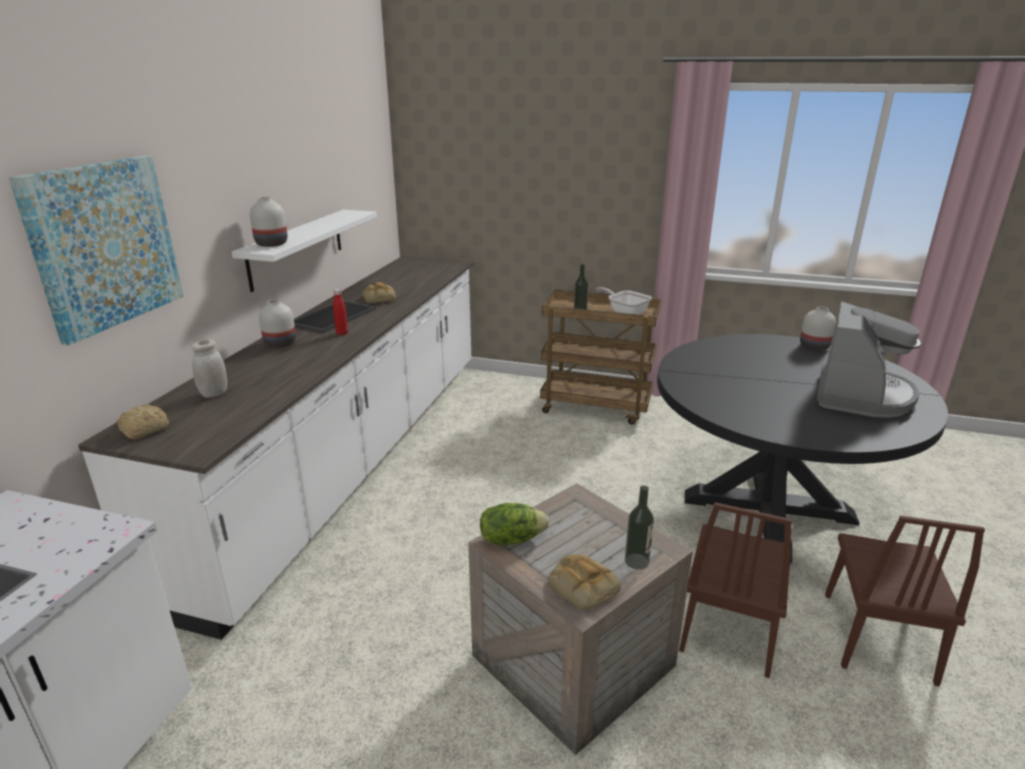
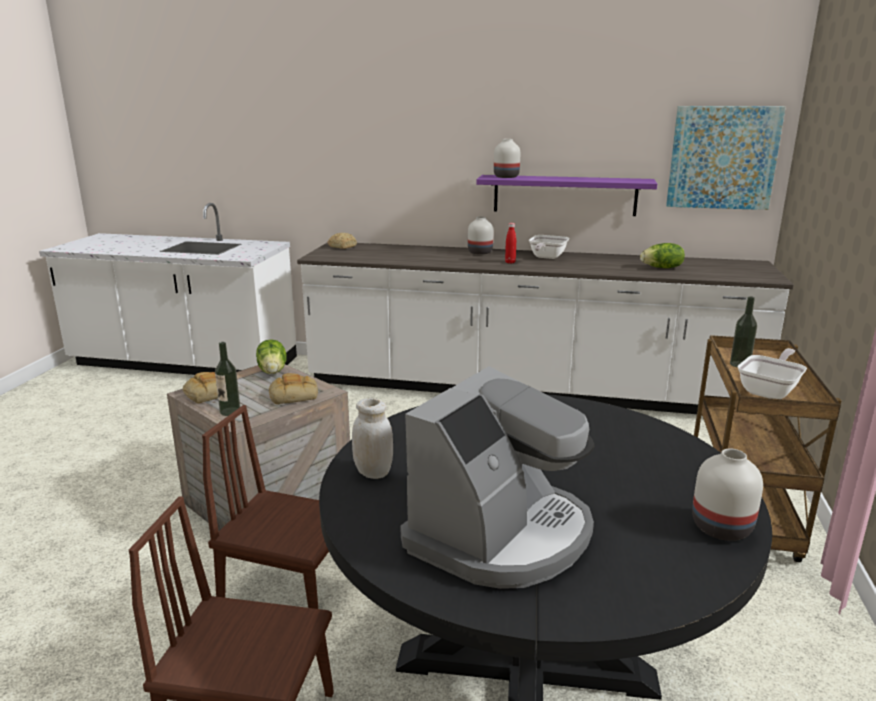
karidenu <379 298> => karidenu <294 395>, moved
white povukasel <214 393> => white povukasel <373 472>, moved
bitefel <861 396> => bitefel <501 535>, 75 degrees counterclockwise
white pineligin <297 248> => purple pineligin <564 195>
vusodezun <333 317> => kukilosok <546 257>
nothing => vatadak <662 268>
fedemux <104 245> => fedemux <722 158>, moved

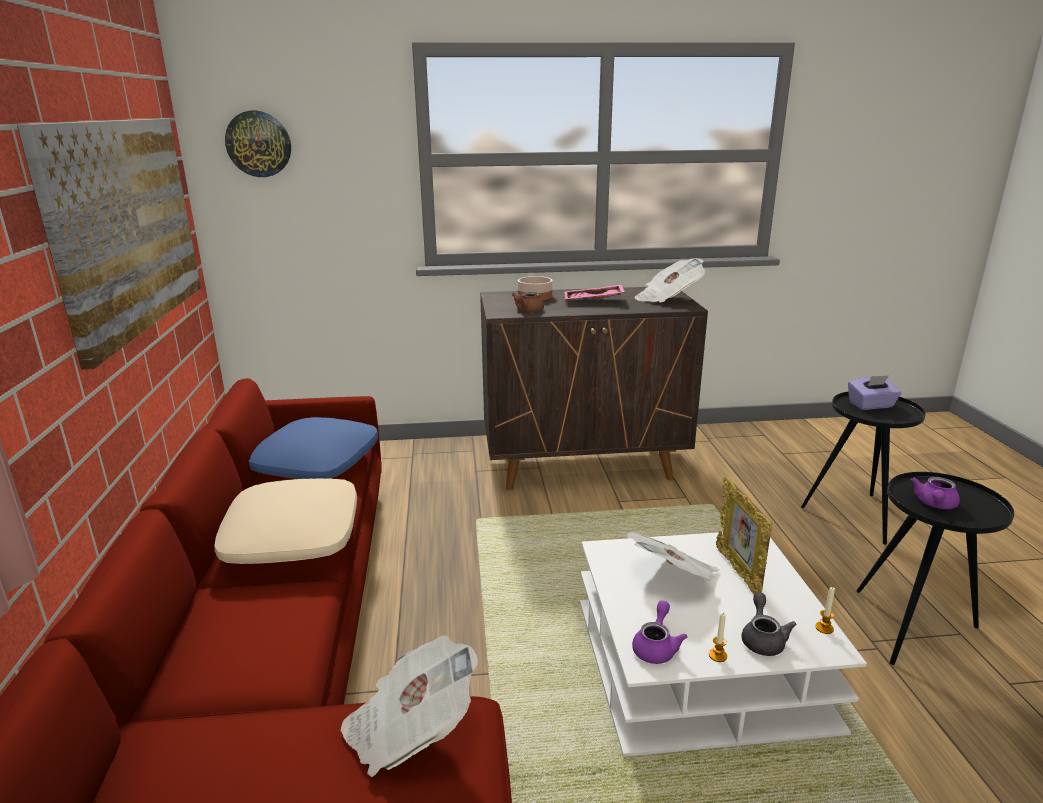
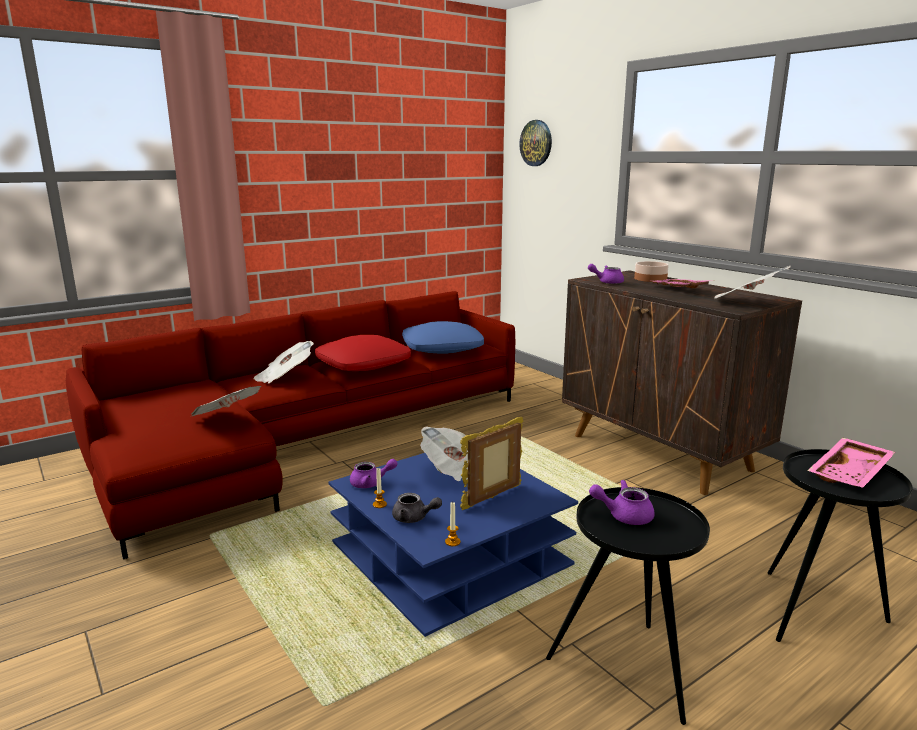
nothing => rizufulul <284 377>
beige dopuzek <292 535> => red dopuzek <363 364>
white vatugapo <698 663> => blue vatugapo <450 555>
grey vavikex <762 639> => grey vavikex <414 518>, 45 degrees clockwise
brown vavikex <527 311> => purple vavikex <607 282>
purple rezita <871 405> => pink vusodezun <851 473>
fedemux <125 226> => nothing

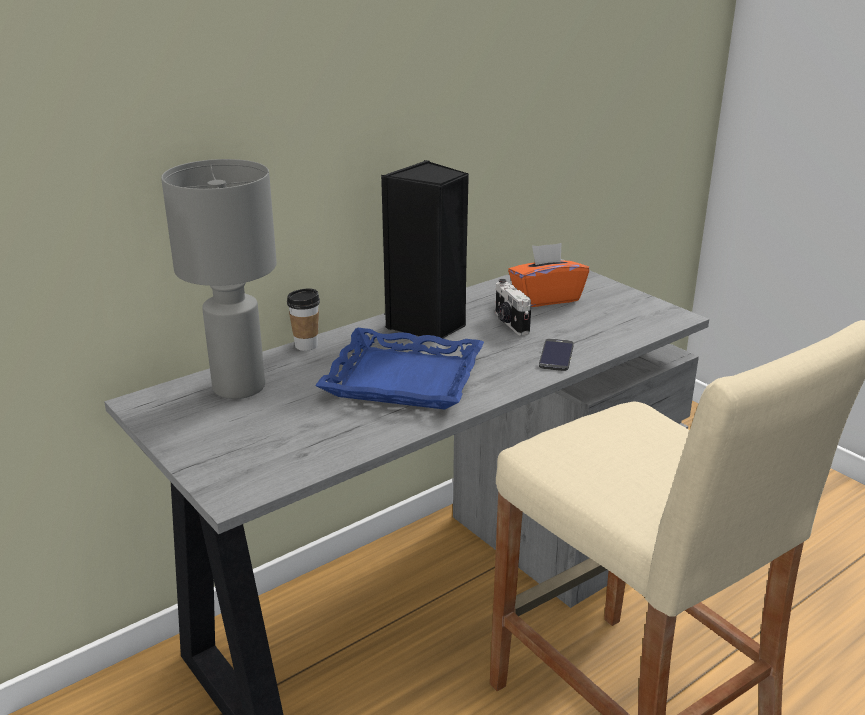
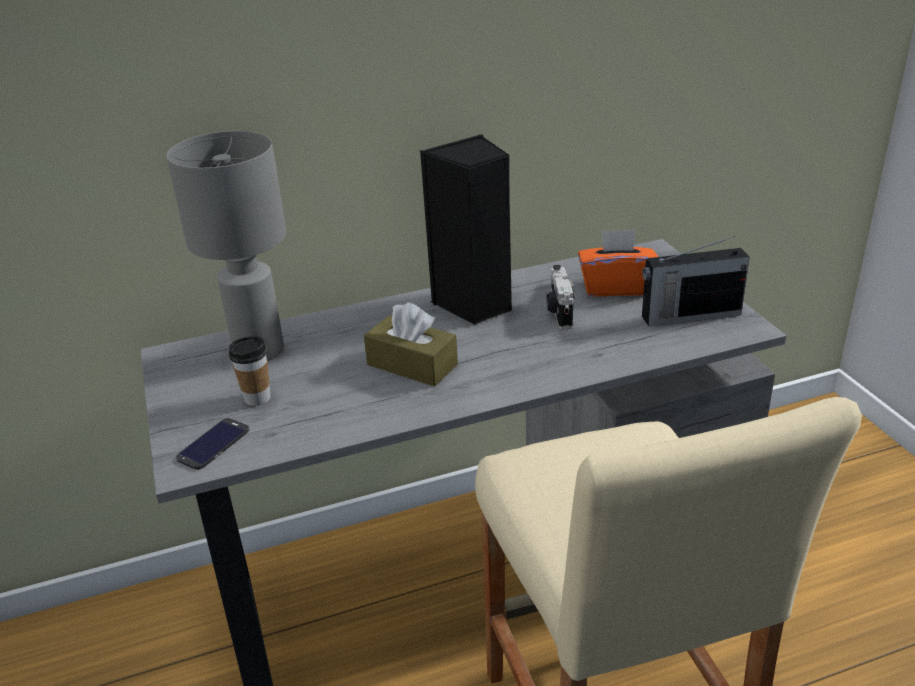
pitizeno <556 355> => pitizeno <213 444>, moved
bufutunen <306 345> => bufutunen <257 398>, moved
blue vusodezun <403 379> => brown rezita <412 365>
nothing => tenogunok <689 315>

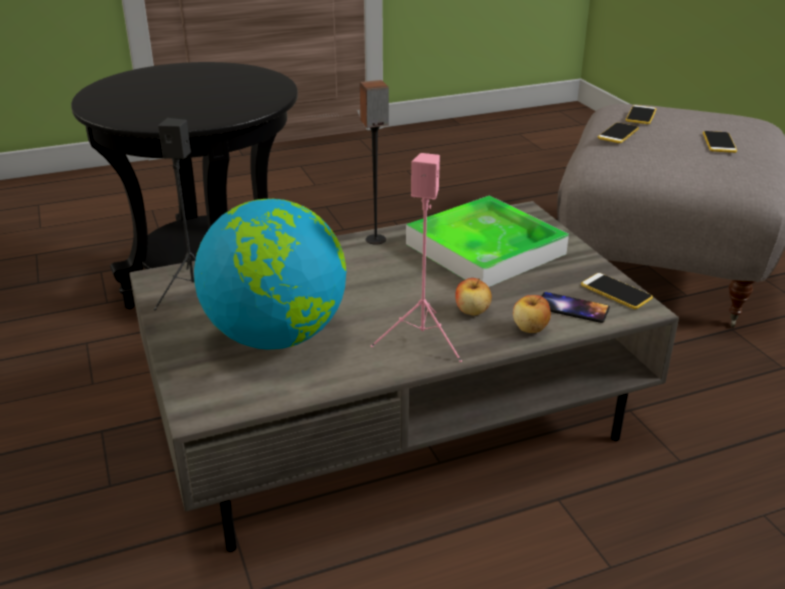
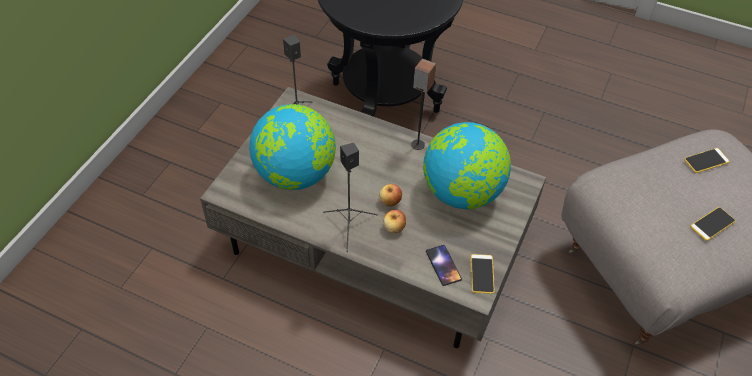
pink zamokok <423 339> => black zamokok <349 226>
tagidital <530 328> => tagidital <390 201>, moved
vusodezun <485 249> => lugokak <462 193>
pitizeno <618 133> => nothing

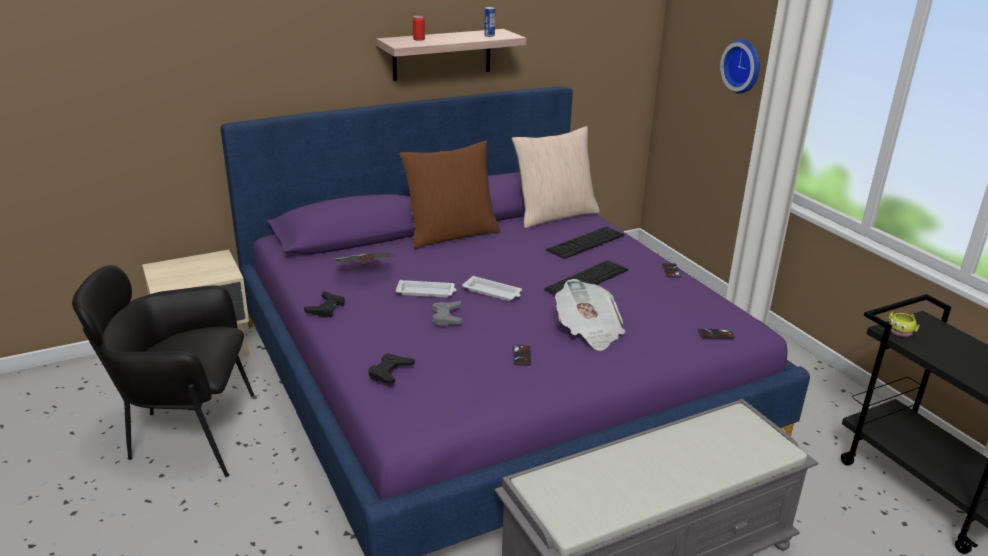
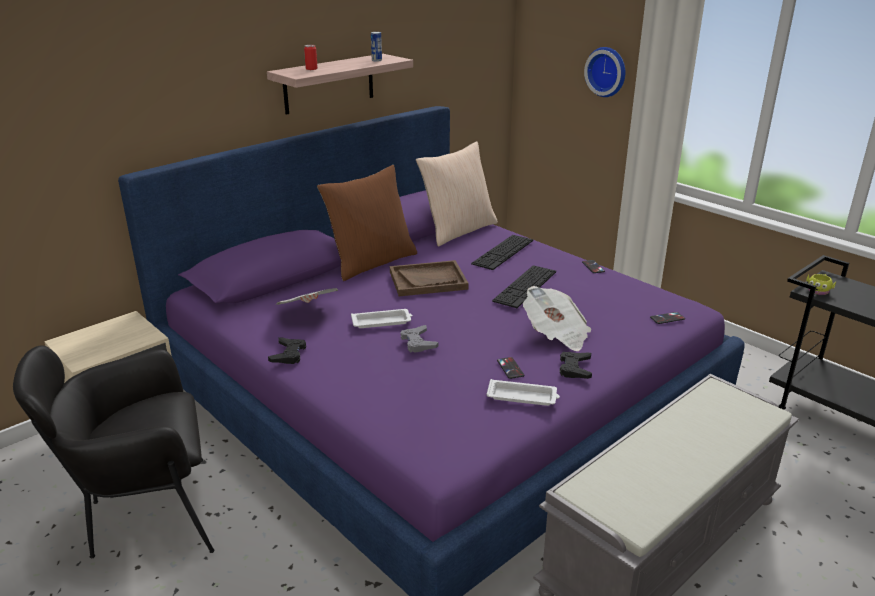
nothing => brown vusodezun <428 280>
white vusodezun <493 292> => white vusodezun <523 397>, moved
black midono <390 372> => black midono <575 368>, moved

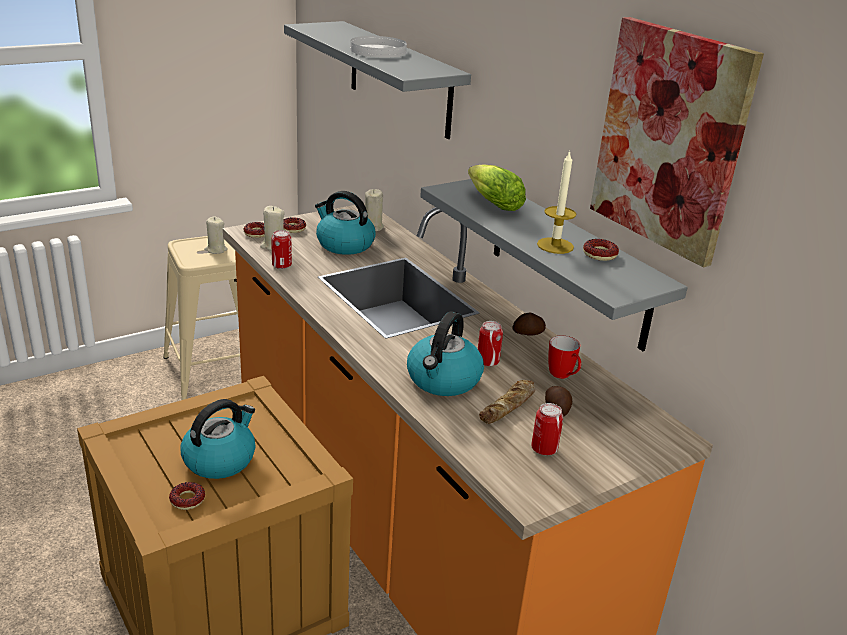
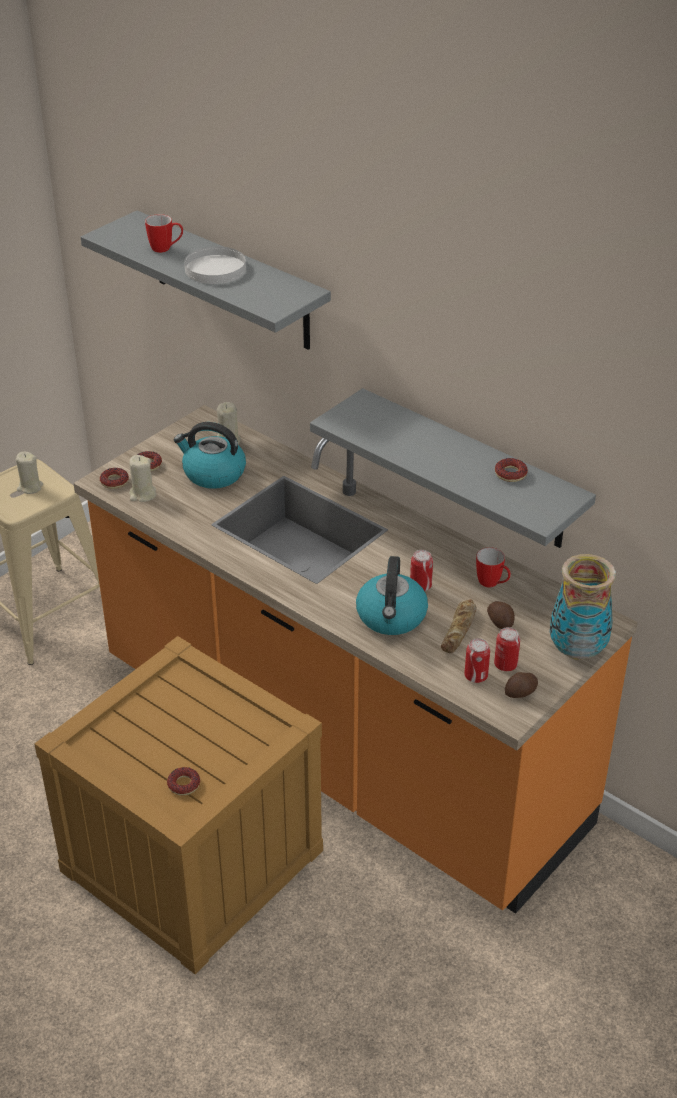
nothing => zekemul <166 249>
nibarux <281 265> => nibarux <476 676>, moved
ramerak <528 333> => ramerak <521 693>, moved
nothing => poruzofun <576 650>
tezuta <220 459> => nothing
vatadak <491 203> => nothing
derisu <555 245> => nothing
fedemux <670 140> => nothing

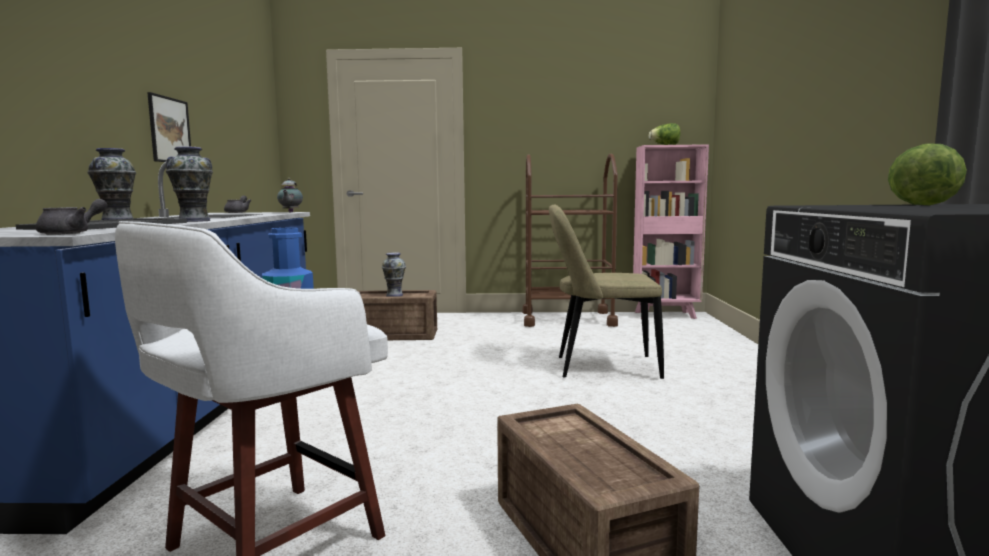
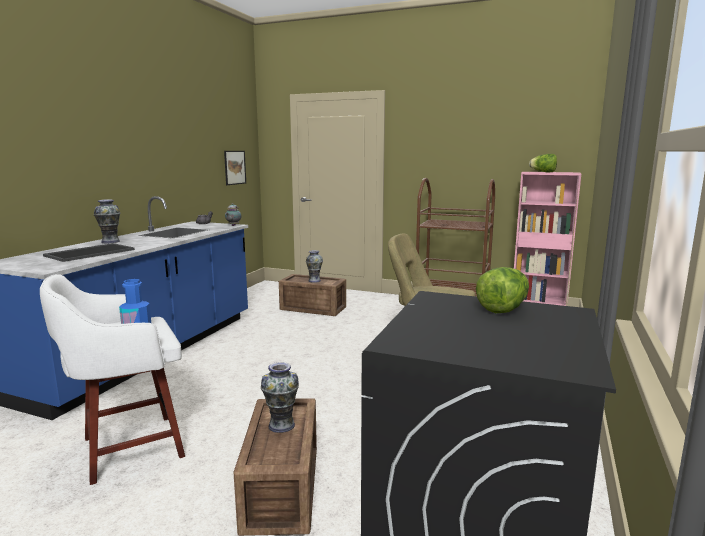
fedemux <169 130> => fedemux <234 167>, moved
poruzofun <194 221> => poruzofun <281 425>, moved
grey vavikex <72 233> => nothing

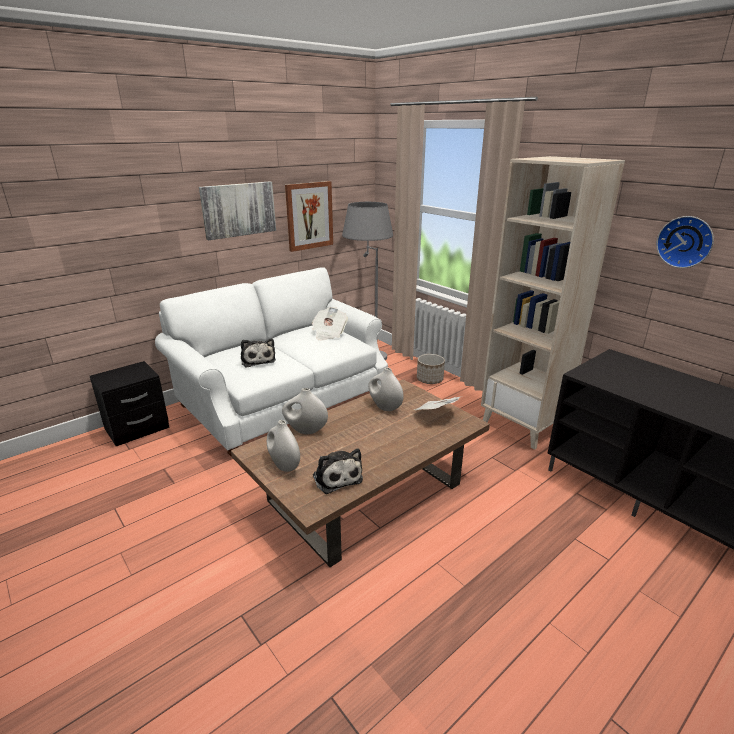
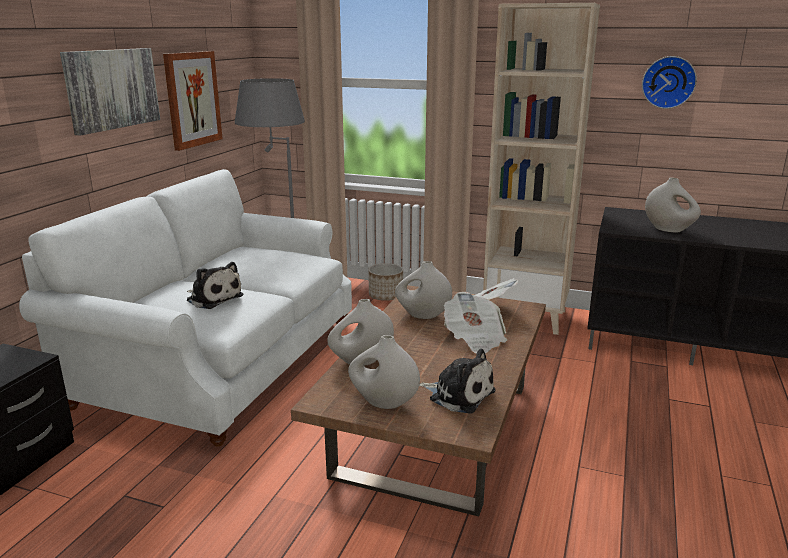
rizufulul <329 333> => rizufulul <474 339>, moved
nothing => white poruzofun <668 229>

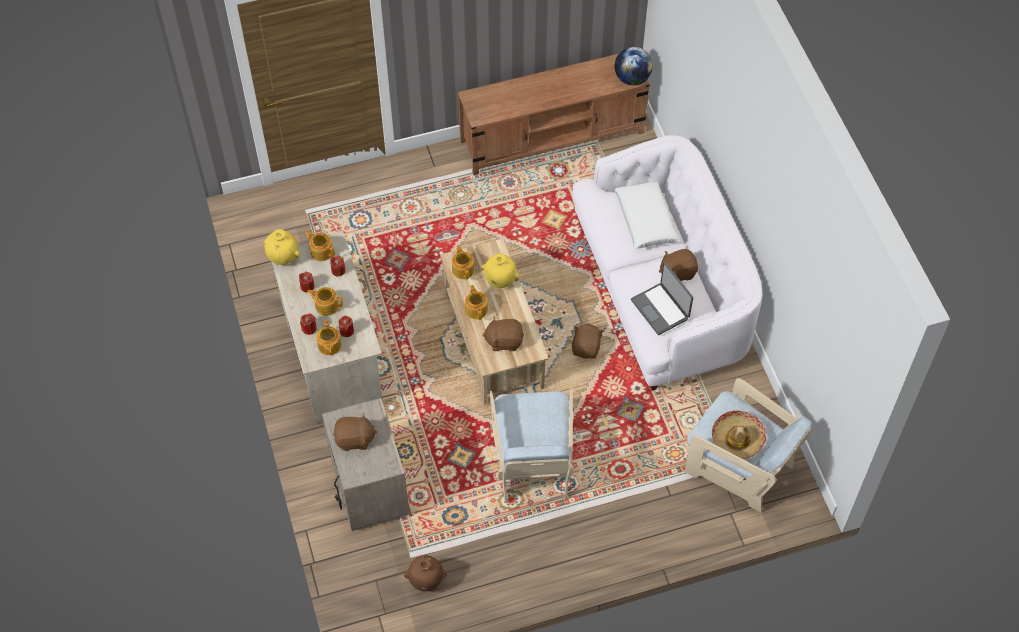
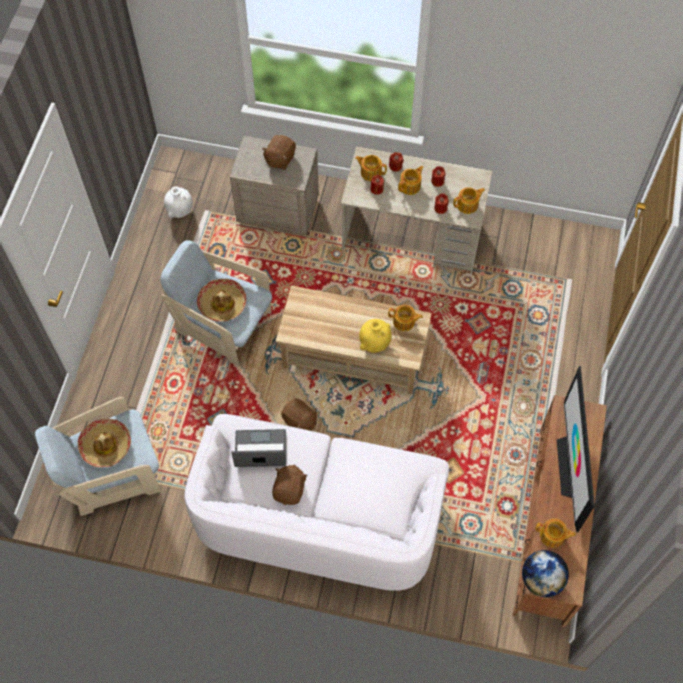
brown poruzofun <426 581> => white poruzofun <180 211>
nothing => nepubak <222 304>
vavikex <476 309> => vavikex <552 536>, moved
nothing => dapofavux <571 467>
yellow poruzofun <283 258> => nothing
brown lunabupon <504 341> => nothing
white dopuzek <645 220> => nothing

